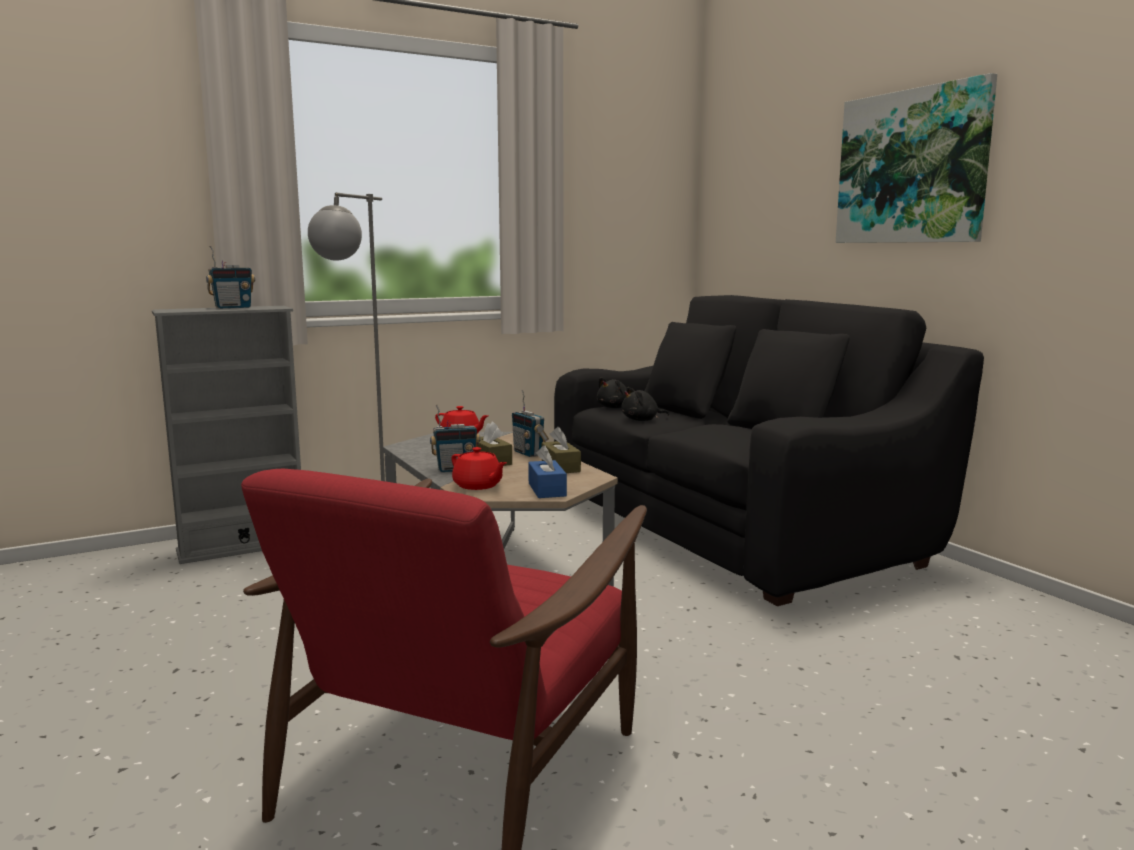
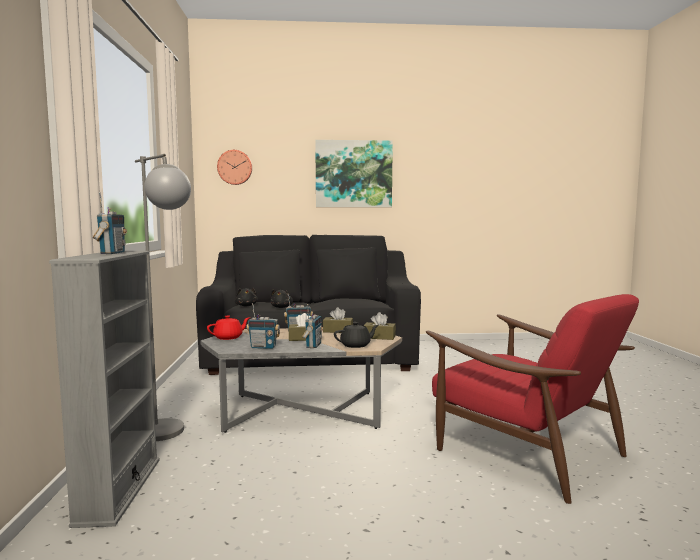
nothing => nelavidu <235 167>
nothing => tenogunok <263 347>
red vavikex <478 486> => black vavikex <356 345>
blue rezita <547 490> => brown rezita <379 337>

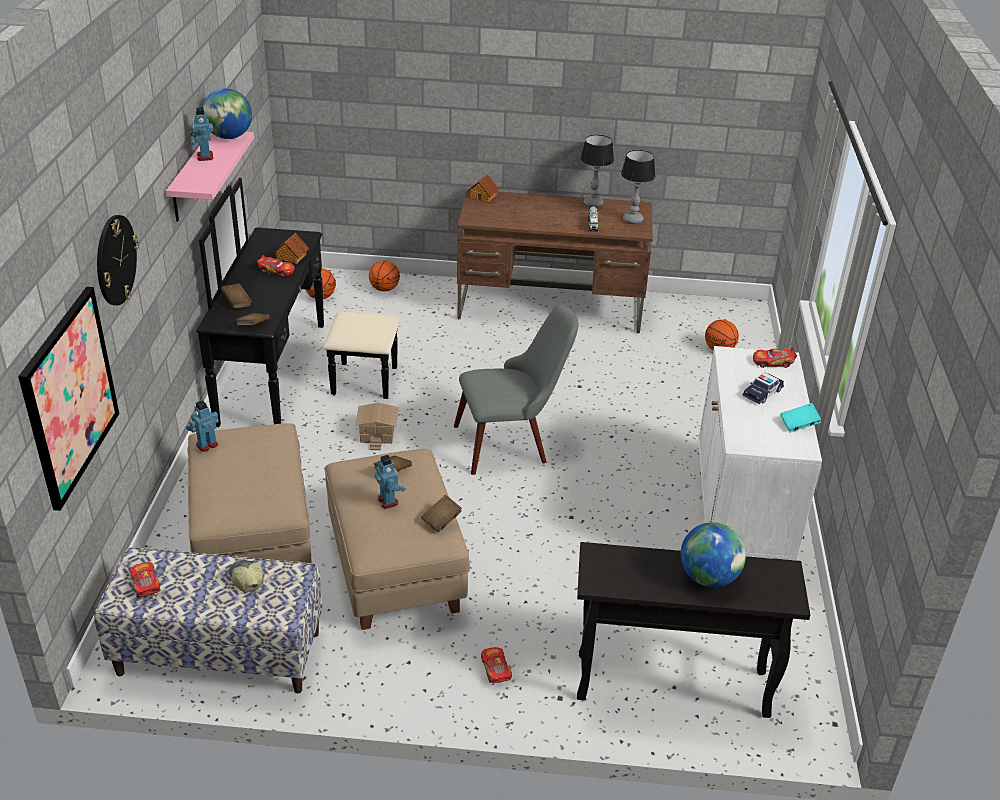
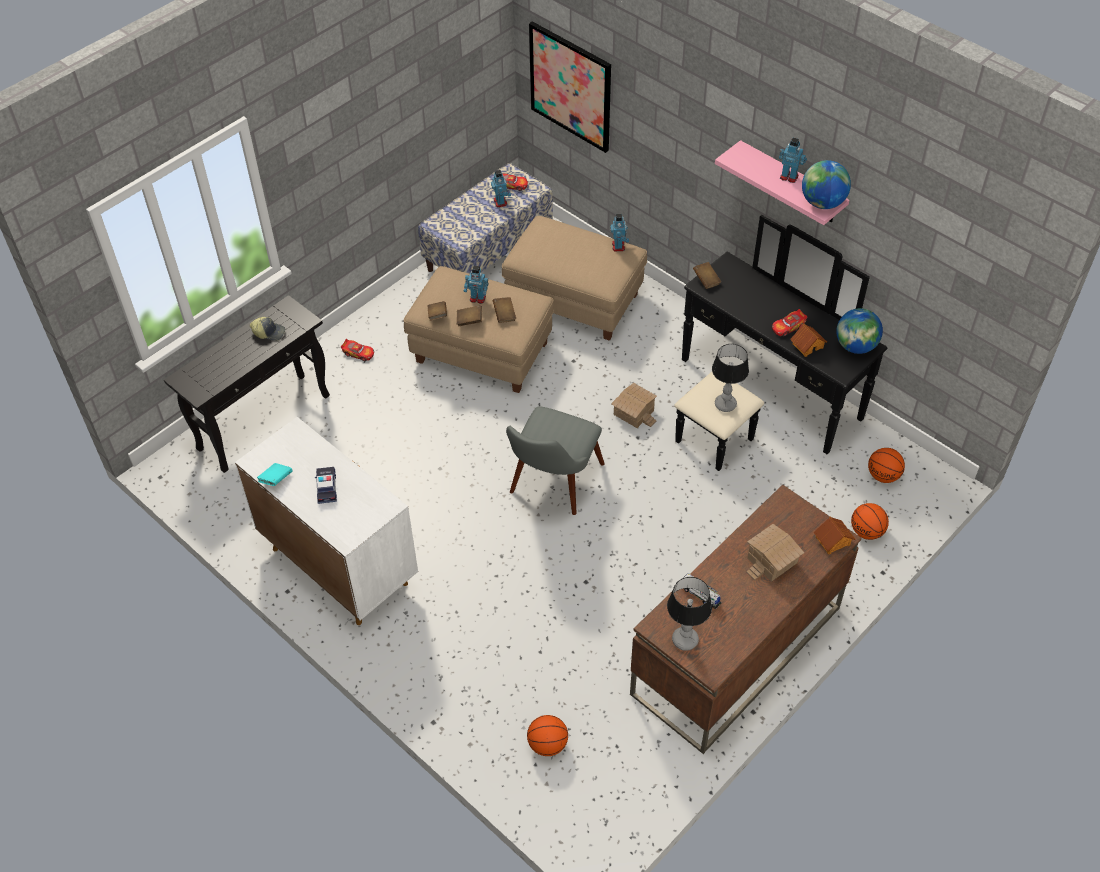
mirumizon <245 579> => mirumizon <269 332>, moved
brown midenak <237 302> => brown midenak <469 320>, moved
nothing => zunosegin <500 202>
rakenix <593 203> => rakenix <725 405>, moved
nothing => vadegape <771 560>
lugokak <708 577> => lugokak <855 346>, moved
nelavidu <115 260> => nothing
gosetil <772 362> => nothing

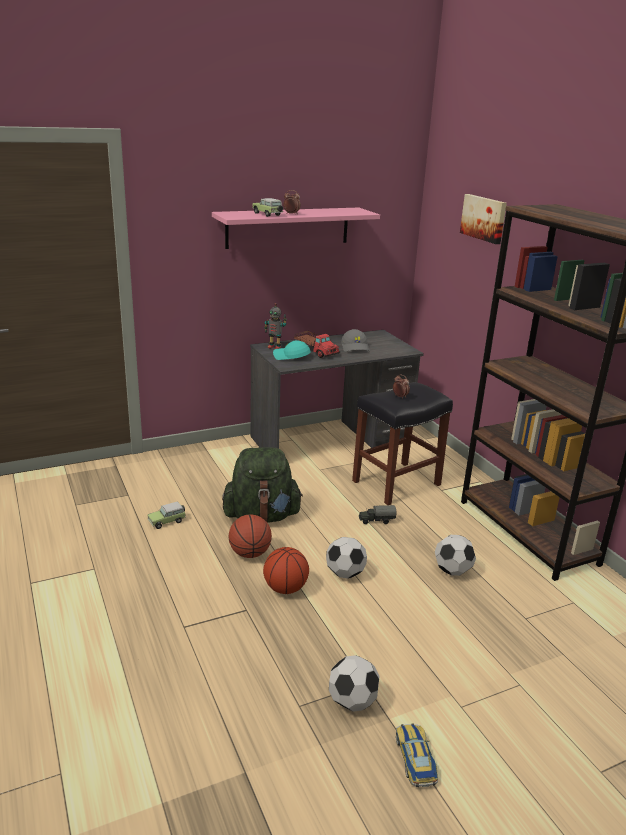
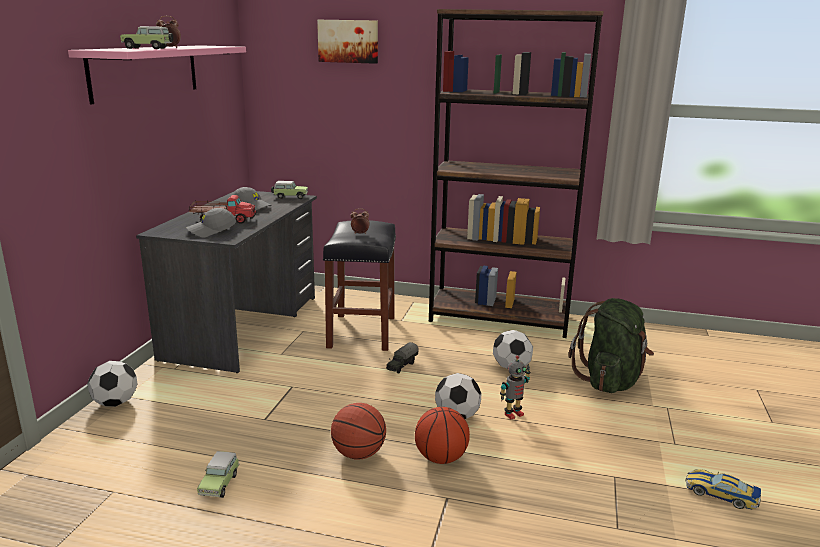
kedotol <352 702> => kedotol <115 403>, moved
turquoise mirumizon <291 357> => grey mirumizon <212 231>
nothing => gosetil <289 197>
zunosegin <274 347> => zunosegin <513 414>, moved
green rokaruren <261 516> => green rokaruren <610 381>, moved

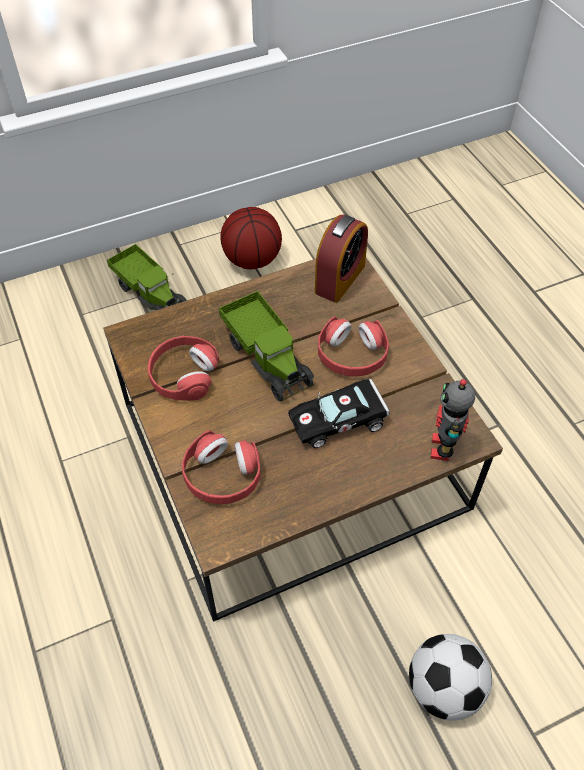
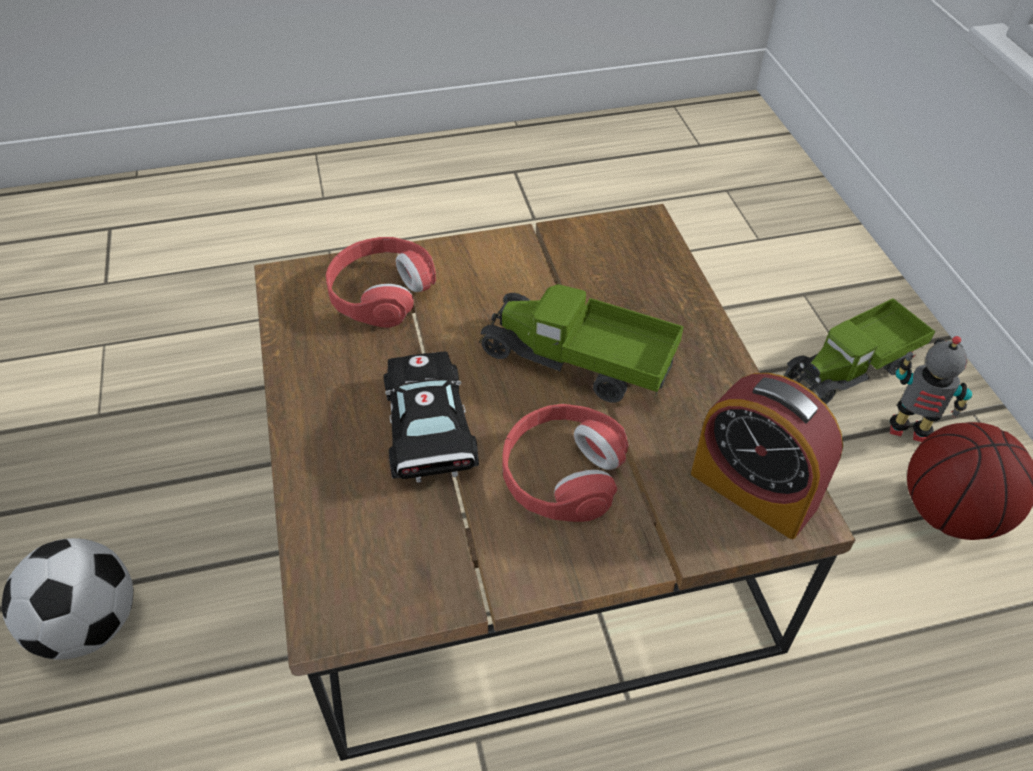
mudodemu <267 357> => mudodemu <577 362>, 45 degrees clockwise
zunosegin <443 448> => zunosegin <907 433>, moved
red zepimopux <183 375> => nothing

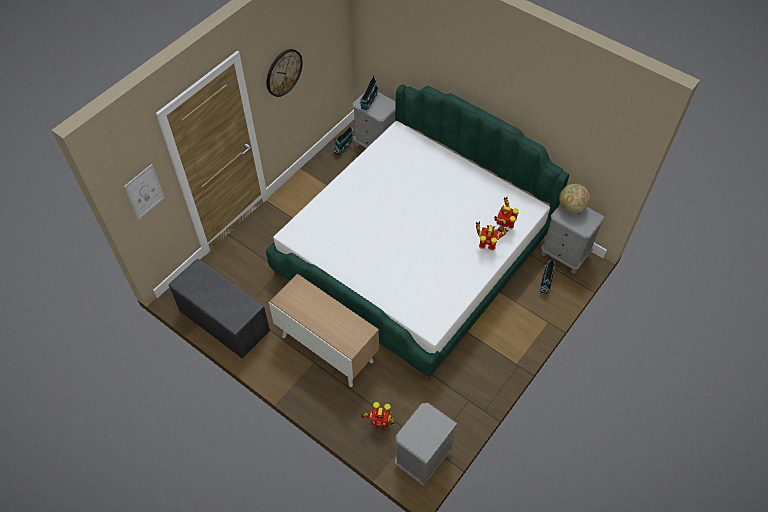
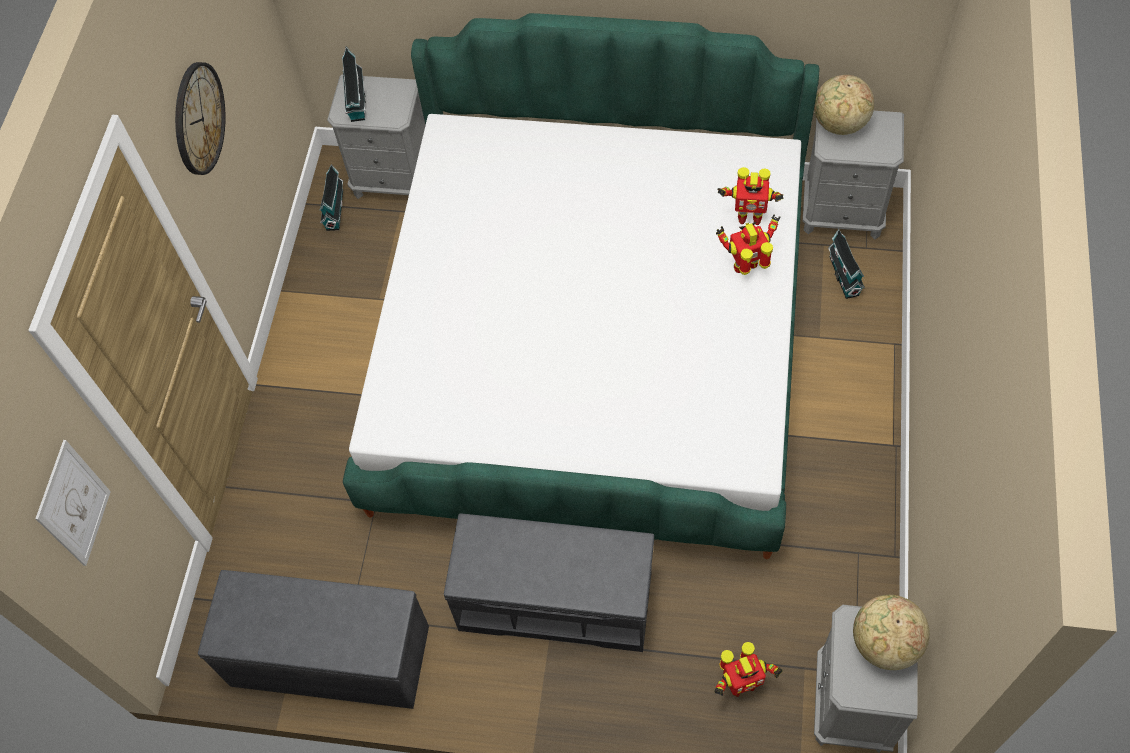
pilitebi <328 348> => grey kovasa <557 599>
zunosegin <503 227> => zunosegin <748 217>, 75 degrees counterclockwise
nothing => lugokak <884 643>

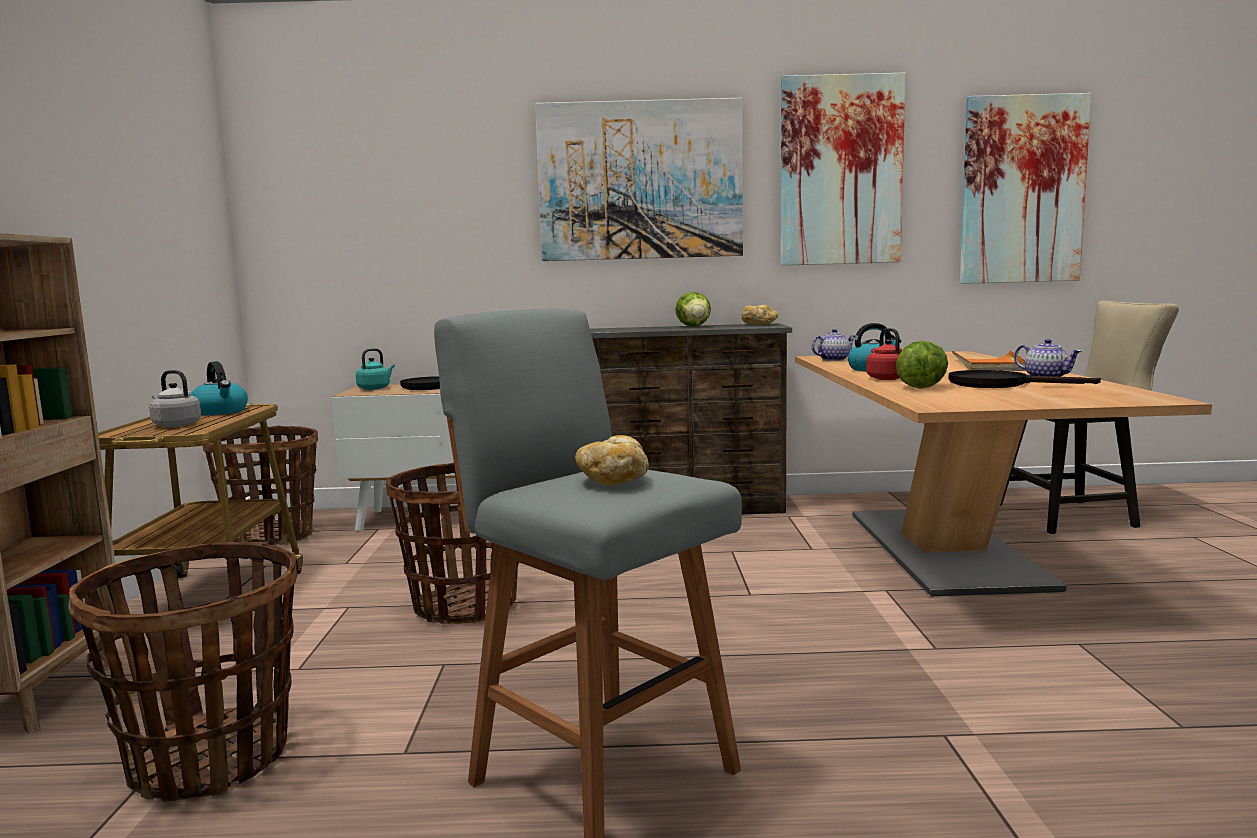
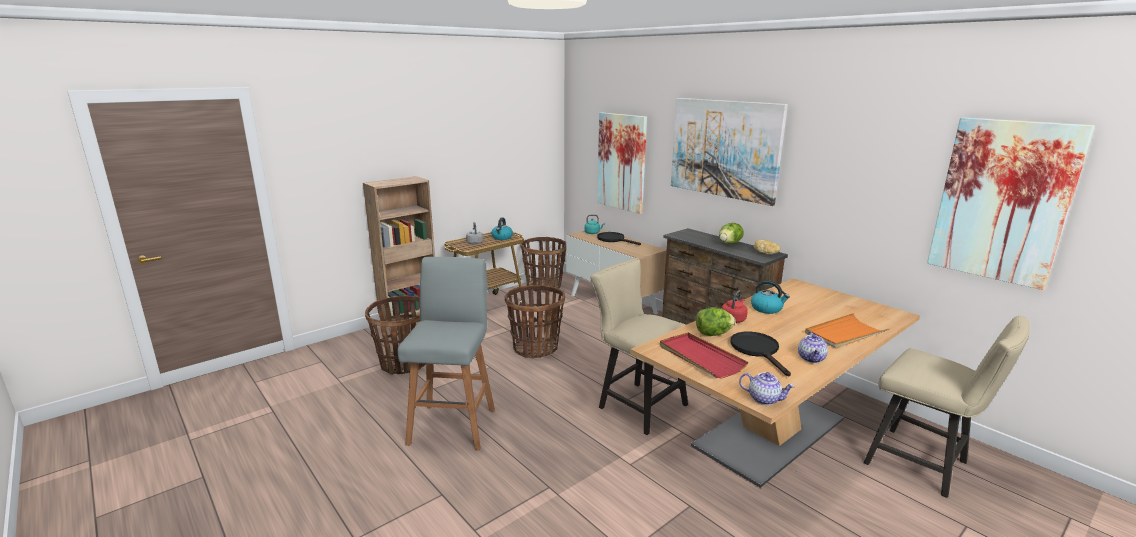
nothing => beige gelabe <637 404>
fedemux <841 171> => fedemux <621 162>, moved
nothing => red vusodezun <700 357>
vavikex <833 360> => vavikex <764 399>, moved
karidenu <613 481> => nothing

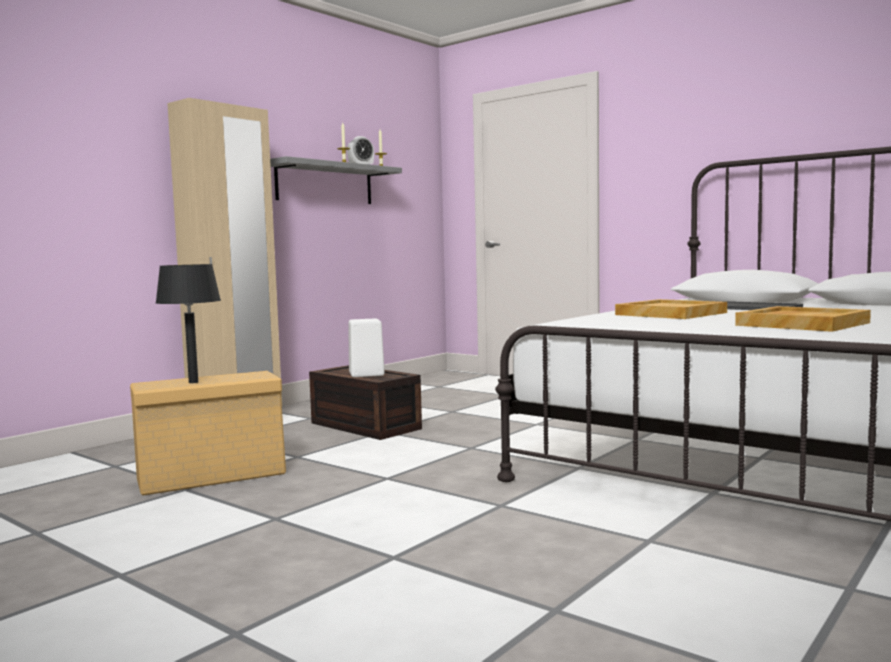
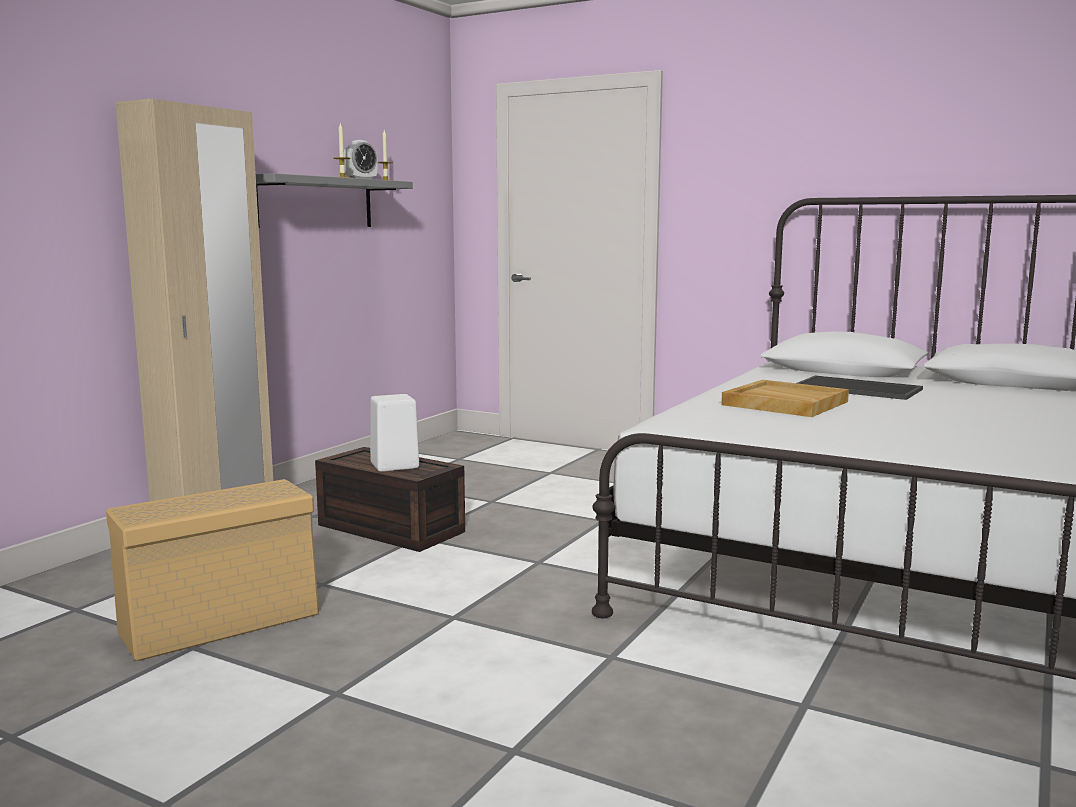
black rakenix <193 382> => nothing
beige vusodezun <801 324> => nothing

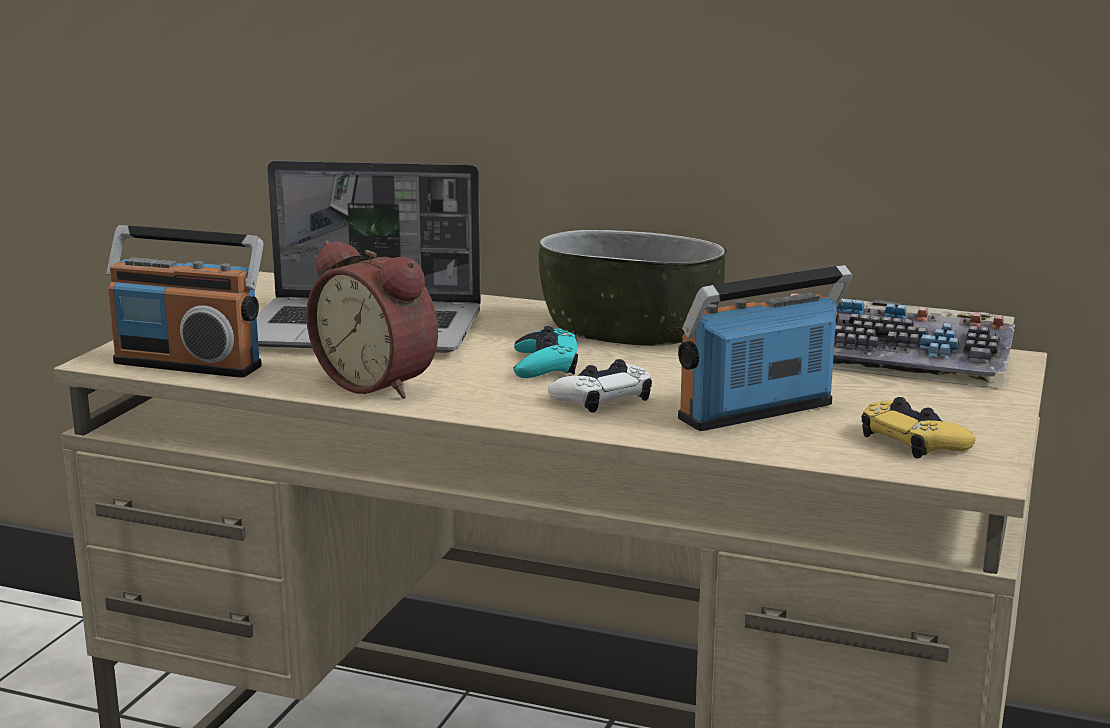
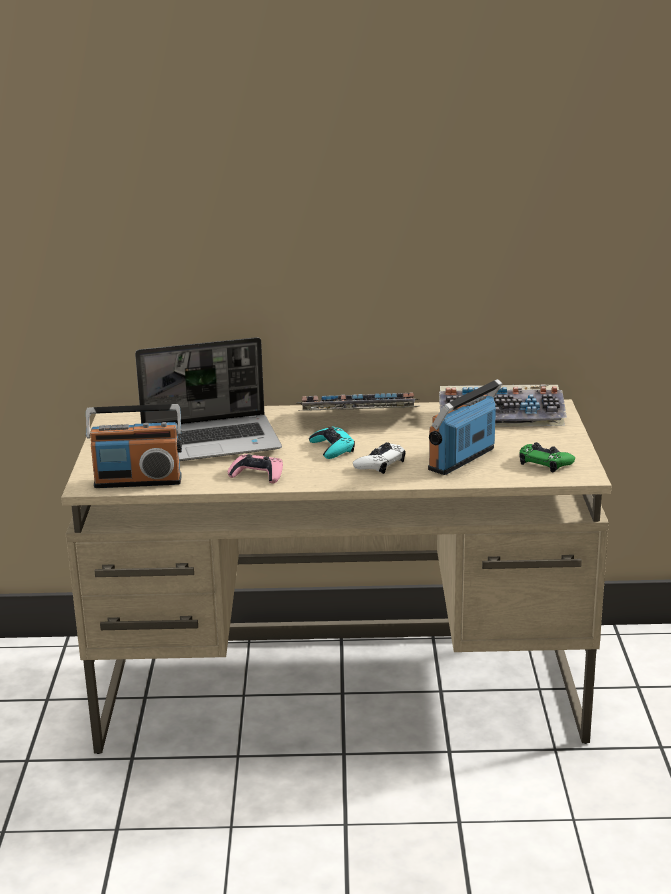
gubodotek <380 383> => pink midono <257 475>
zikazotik <629 331> => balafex <356 419>
yellow midono <913 440> => green midono <544 462>

